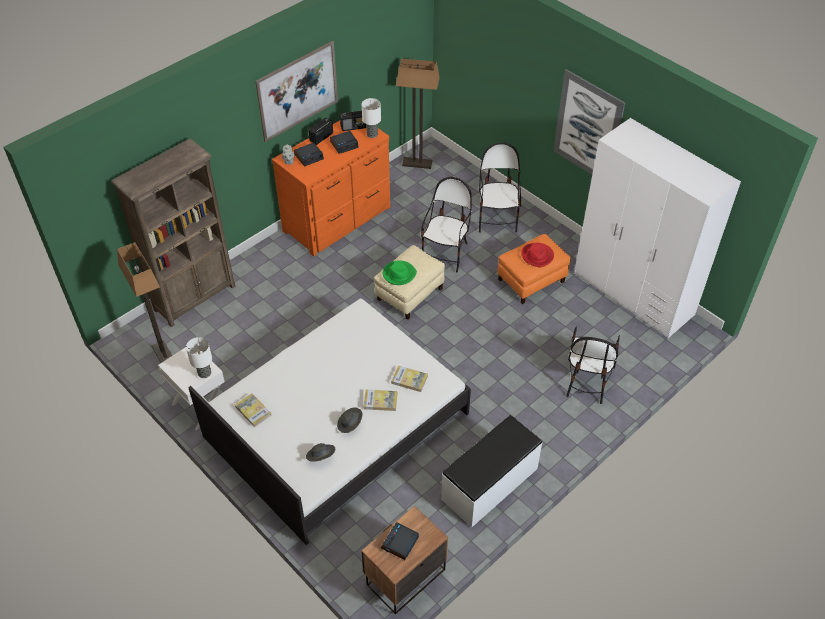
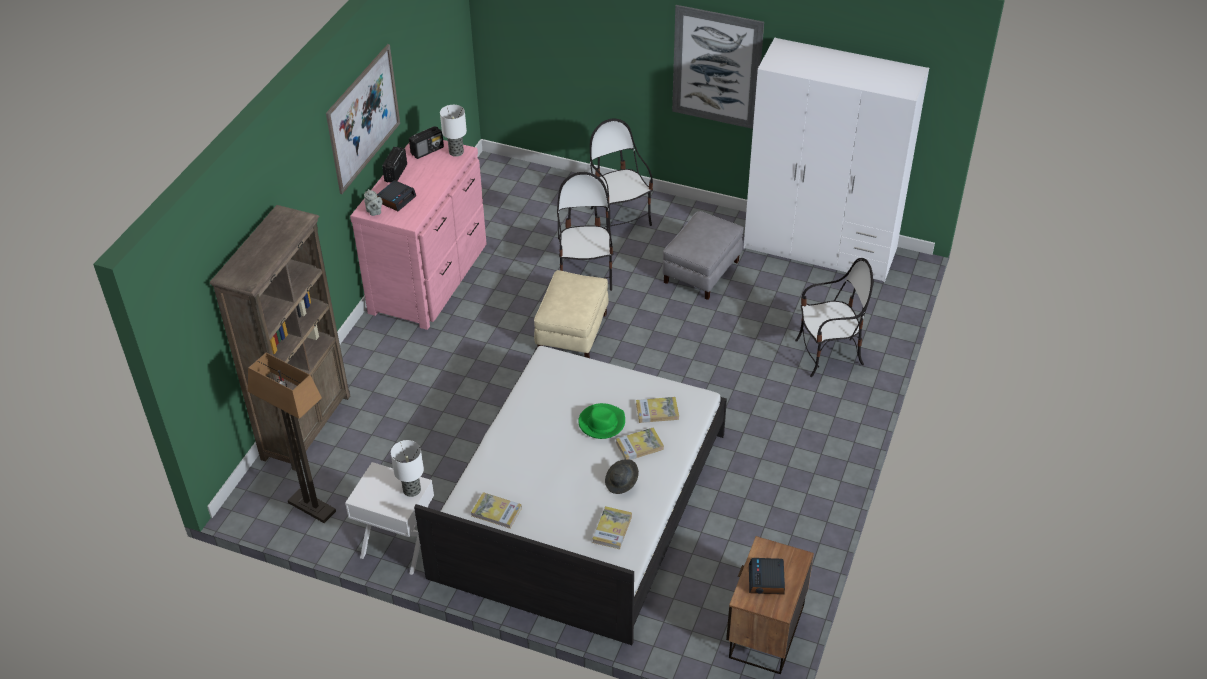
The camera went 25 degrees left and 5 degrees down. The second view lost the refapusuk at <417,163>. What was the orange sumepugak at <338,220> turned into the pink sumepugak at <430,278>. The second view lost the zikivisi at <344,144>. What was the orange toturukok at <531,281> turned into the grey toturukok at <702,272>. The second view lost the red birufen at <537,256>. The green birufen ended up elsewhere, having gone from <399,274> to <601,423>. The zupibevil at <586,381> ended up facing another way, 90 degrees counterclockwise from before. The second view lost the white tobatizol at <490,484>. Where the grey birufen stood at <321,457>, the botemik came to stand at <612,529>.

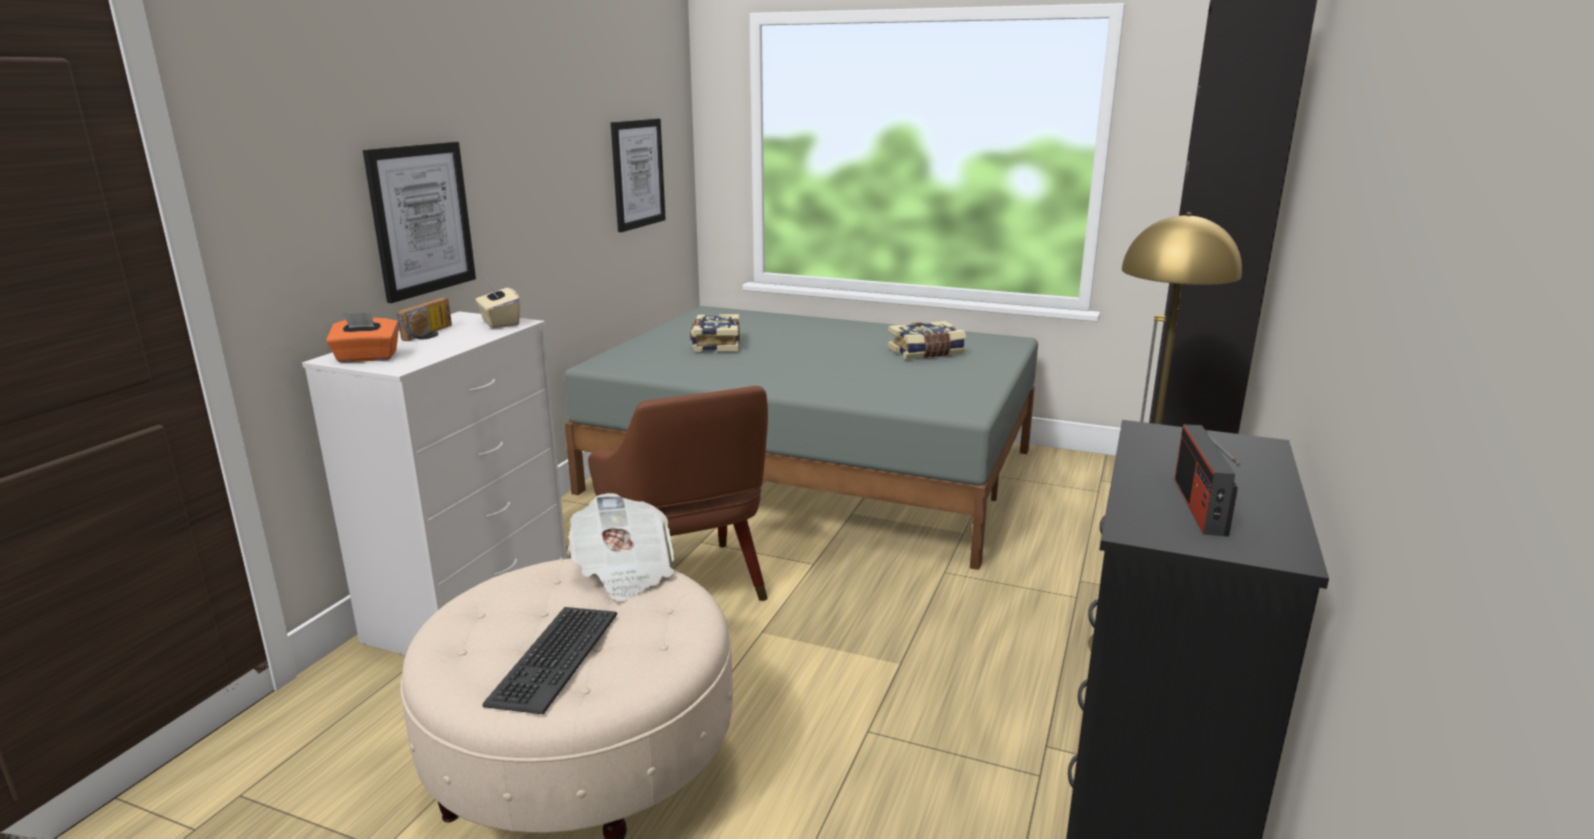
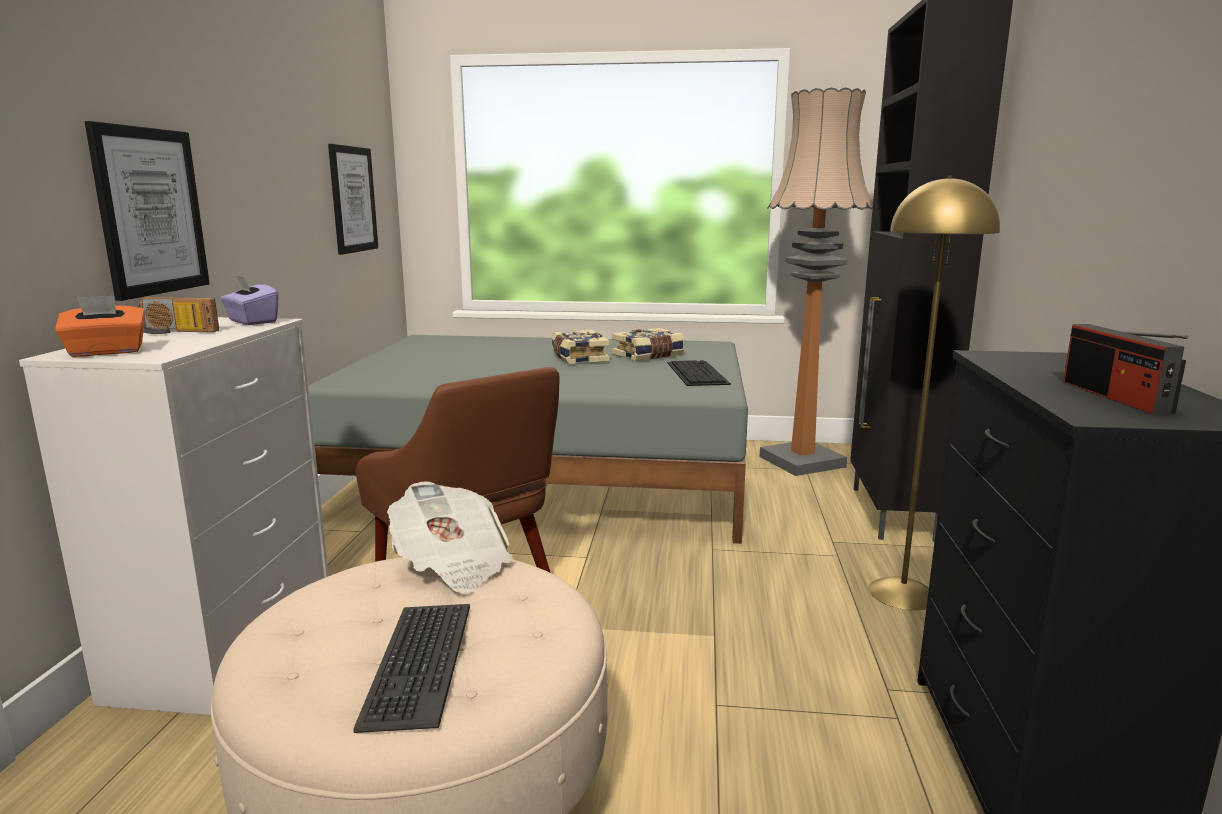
The camera went 15 degrees left and 5 degrees down. What was the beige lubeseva at <499,323> turned into the purple lubeseva at <251,321>. The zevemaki at <431,334> ended up facing another way, 90 degrees clockwise from before. The botemik ended up elsewhere, having gone from <715,344> to <578,358>. The second view gained the refapusuk at <802,462>. The second view gained the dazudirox at <696,373>.

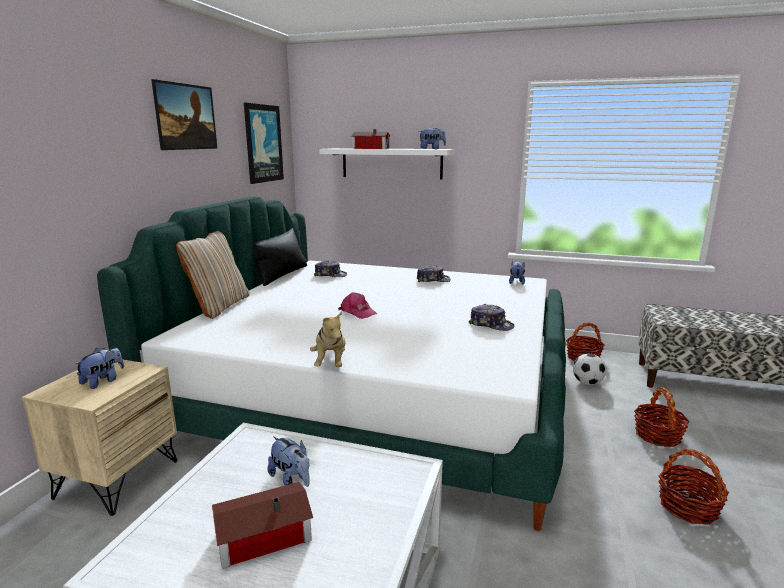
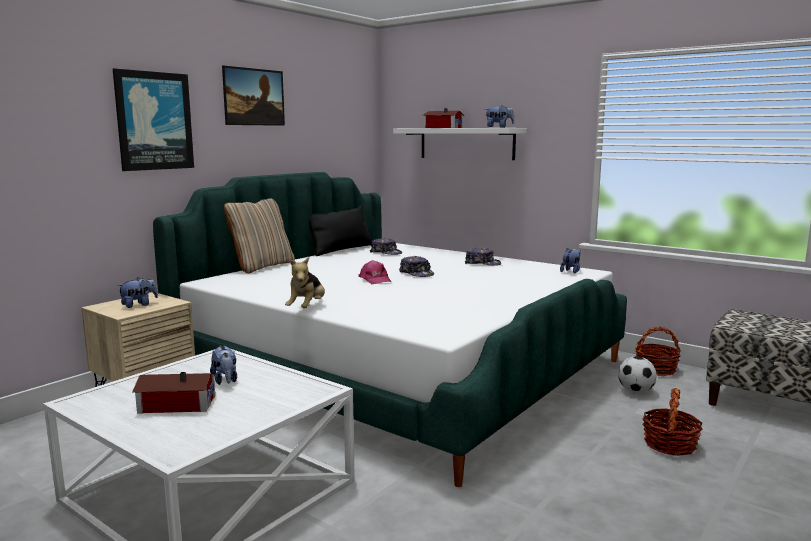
The camera went 20 degrees right and 5 degrees down. The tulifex ended up elsewhere, having gone from <263,143> to <154,121>. The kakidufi ended up elsewhere, having gone from <491,325> to <416,274>. The second view lost the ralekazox at <688,507>.

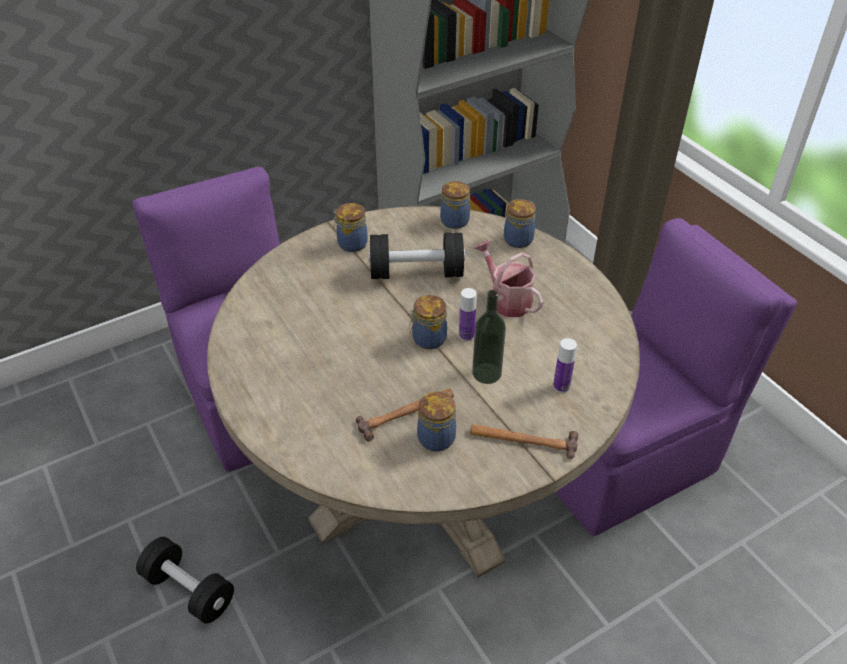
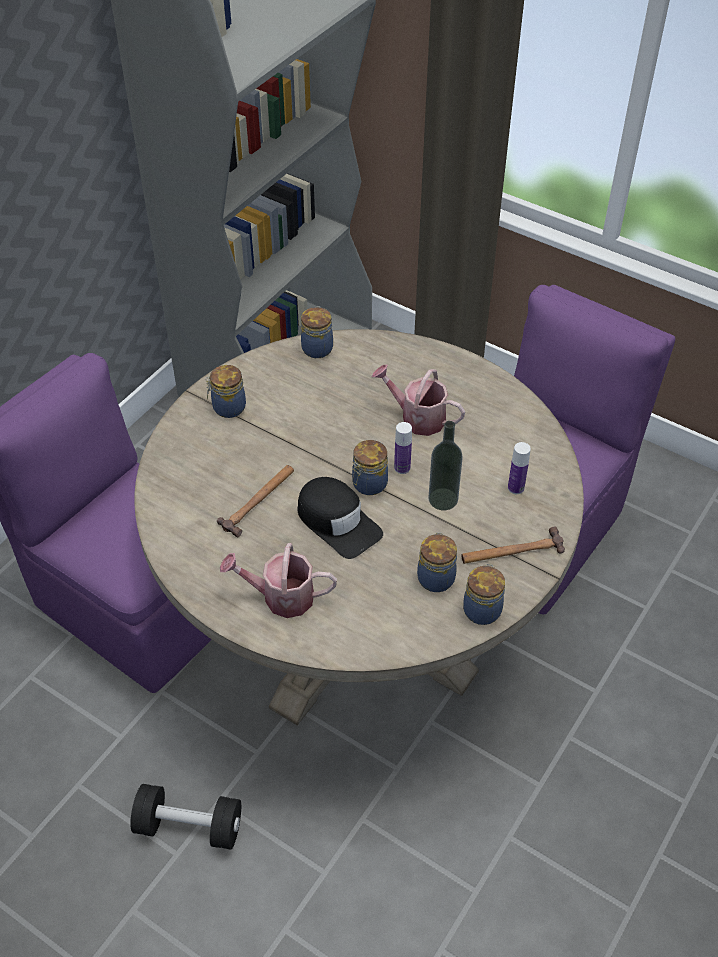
The camera went 25 degrees left and 5 degrees up. The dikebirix ended up elsewhere, having gone from <519,239> to <482,609>. The second view lost the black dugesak at <416,272>. The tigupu ended up elsewhere, having gone from <406,414> to <259,501>. The second view gained the black kakidufi at <337,522>. The second view gained the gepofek at <281,597>.

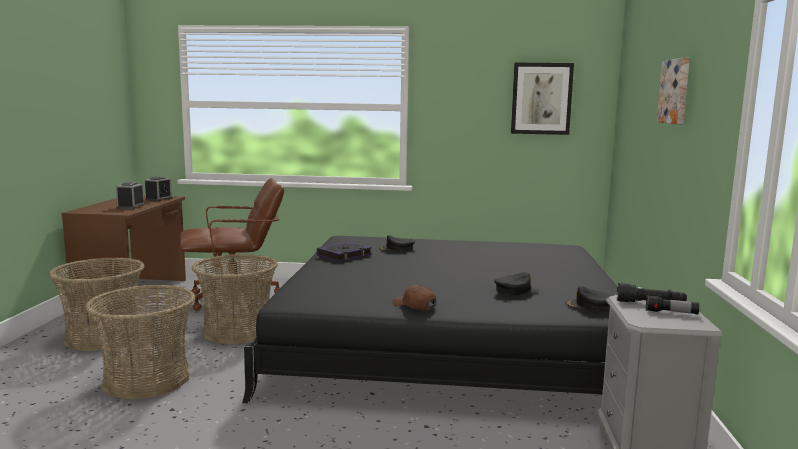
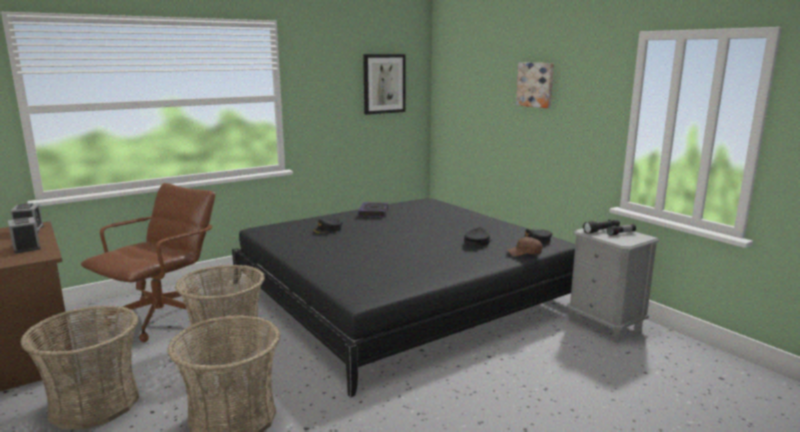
The camera went 40 degrees left and 5 degrees up. The botemik ended up elsewhere, having gone from <344,255> to <374,212>. The brown kakidufi ended up elsewhere, having gone from <414,306> to <525,252>.

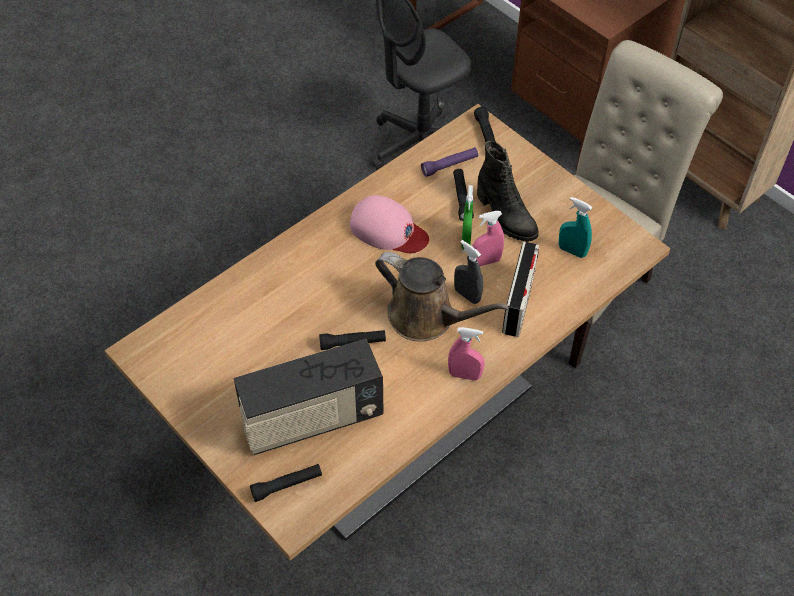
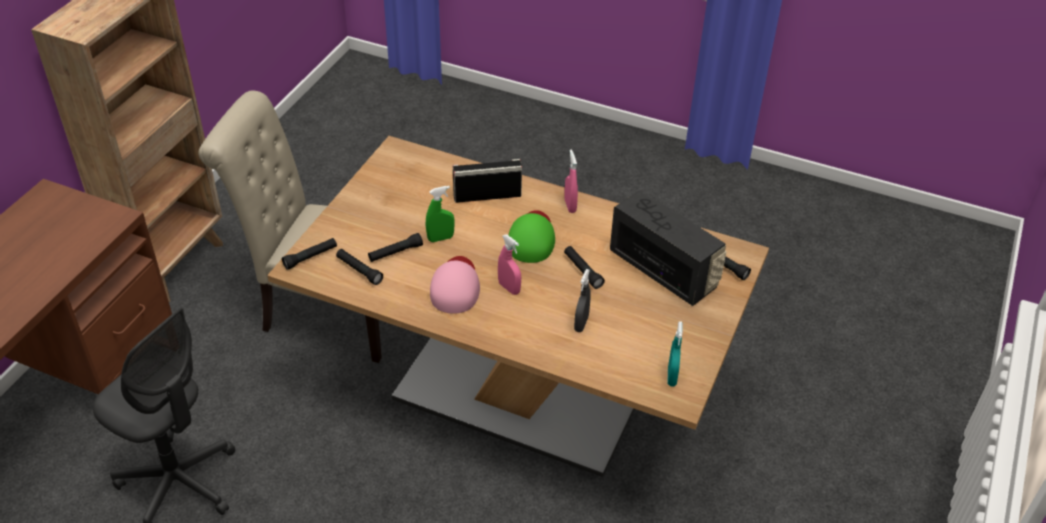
The camera went 115 degrees left and 10 degrees down. The second view lost the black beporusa at <505,217>. What was the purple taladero at <449,166> turned into the black taladero at <359,270>. The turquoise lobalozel ended up elsewhere, having gone from <572,251> to <672,377>. The pink lobalozel ended up elsewhere, having gone from <486,261> to <509,288>. The grey lobalozel ended up elsewhere, having gone from <467,295> to <581,324>. Where the brown gepofek stood at <427,317>, the green kakidufi came to stand at <532,238>.

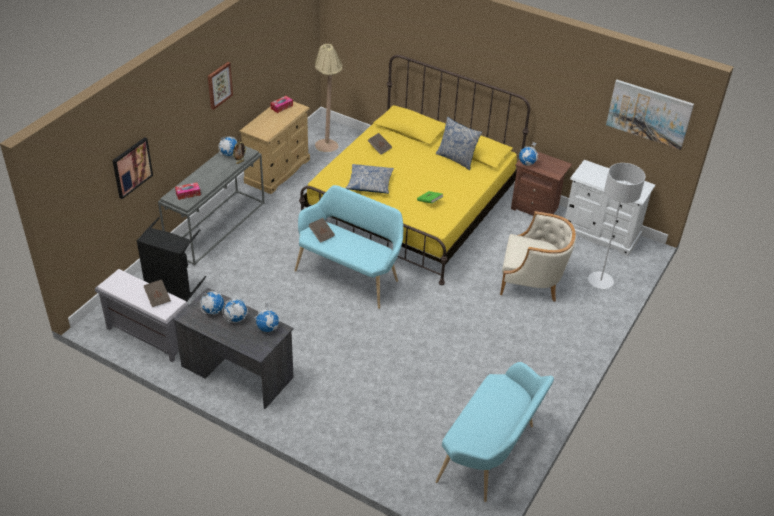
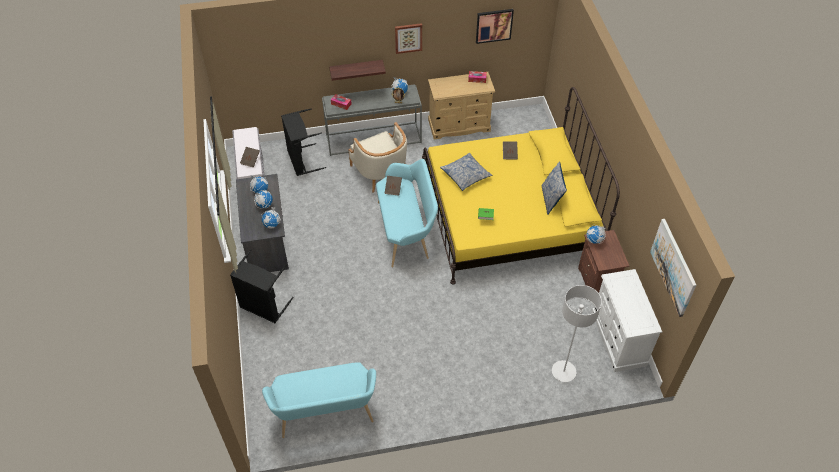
The camera went 50 degrees right and 10 degrees up. The second view lost the beige refapusuk at <329,143>. The tulifex ended up elsewhere, having gone from <132,167> to <494,25>. The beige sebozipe ended up elsewhere, having gone from <532,281> to <380,172>. The second view gained the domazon at <356,69>. The second view gained the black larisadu at <263,307>.

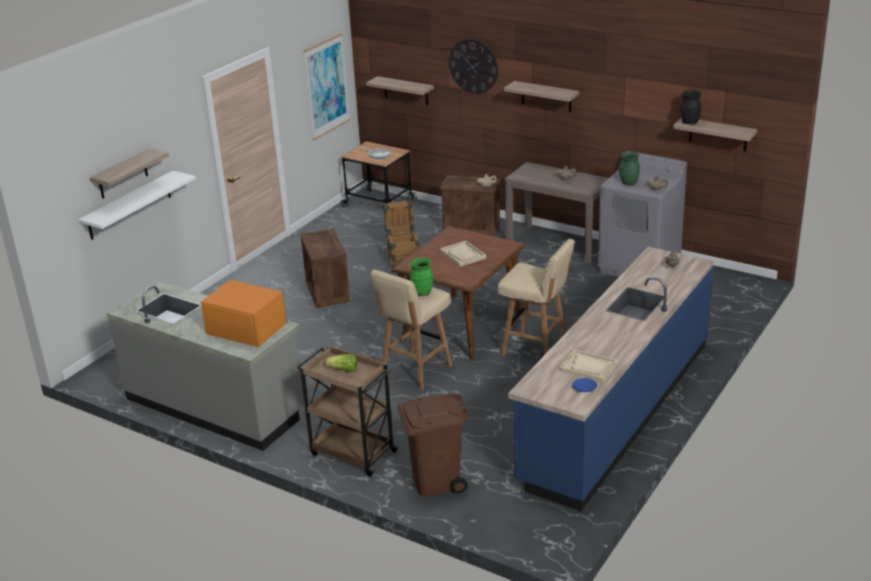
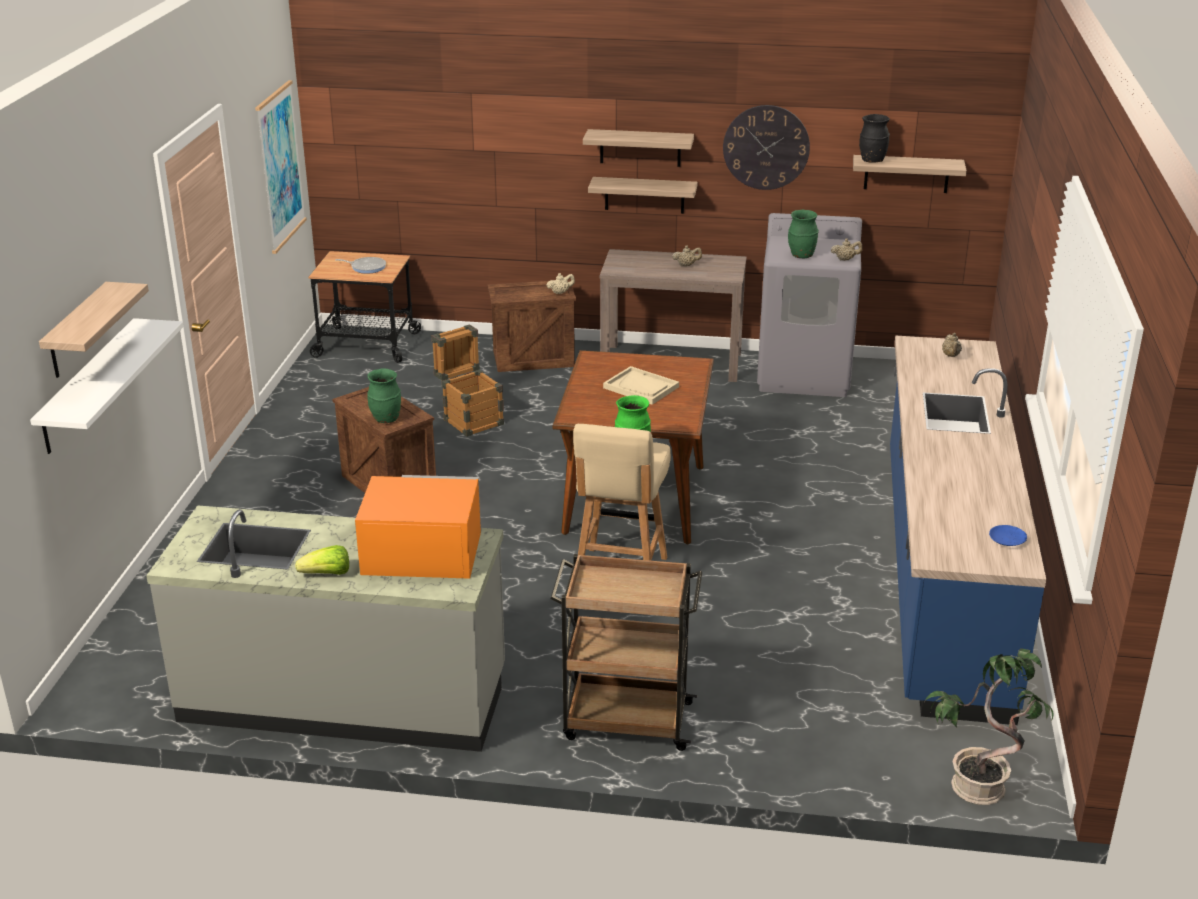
The camera went 25 degrees left and 0 degrees up. The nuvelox ended up elsewhere, having gone from <473,66> to <766,147>. The domazon ended up elsewhere, having gone from <406,90> to <644,195>. The second view lost the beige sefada at <536,349>. The second view lost the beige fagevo at <588,367>. The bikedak ended up elsewhere, having gone from <343,370> to <327,574>. The second view lost the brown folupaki at <435,481>. The second view gained the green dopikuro at <386,419>. The second view gained the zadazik at <979,785>.

